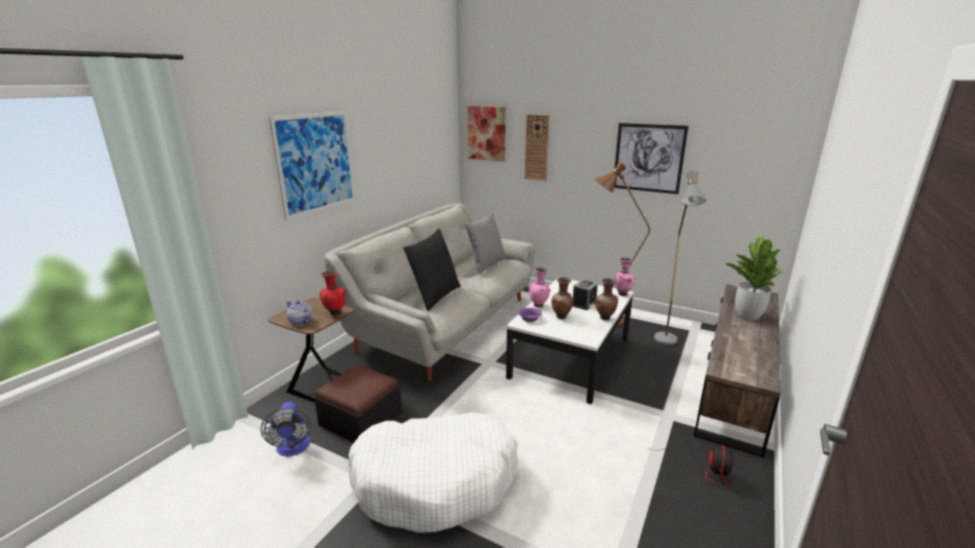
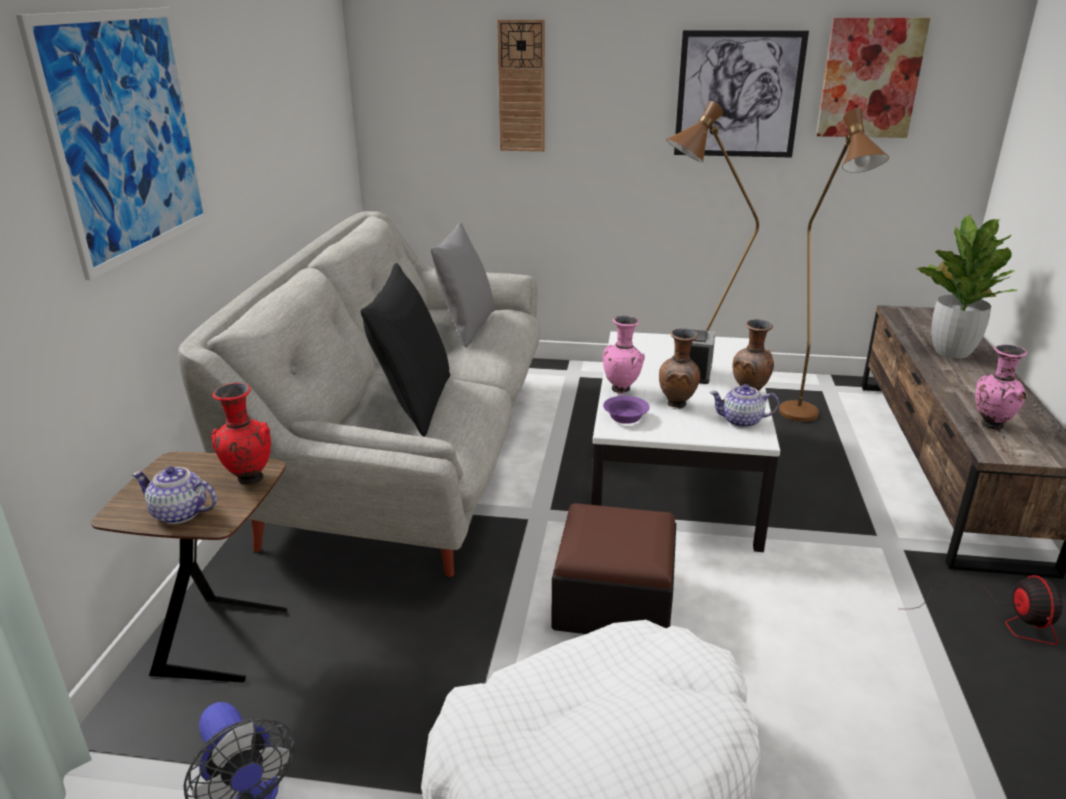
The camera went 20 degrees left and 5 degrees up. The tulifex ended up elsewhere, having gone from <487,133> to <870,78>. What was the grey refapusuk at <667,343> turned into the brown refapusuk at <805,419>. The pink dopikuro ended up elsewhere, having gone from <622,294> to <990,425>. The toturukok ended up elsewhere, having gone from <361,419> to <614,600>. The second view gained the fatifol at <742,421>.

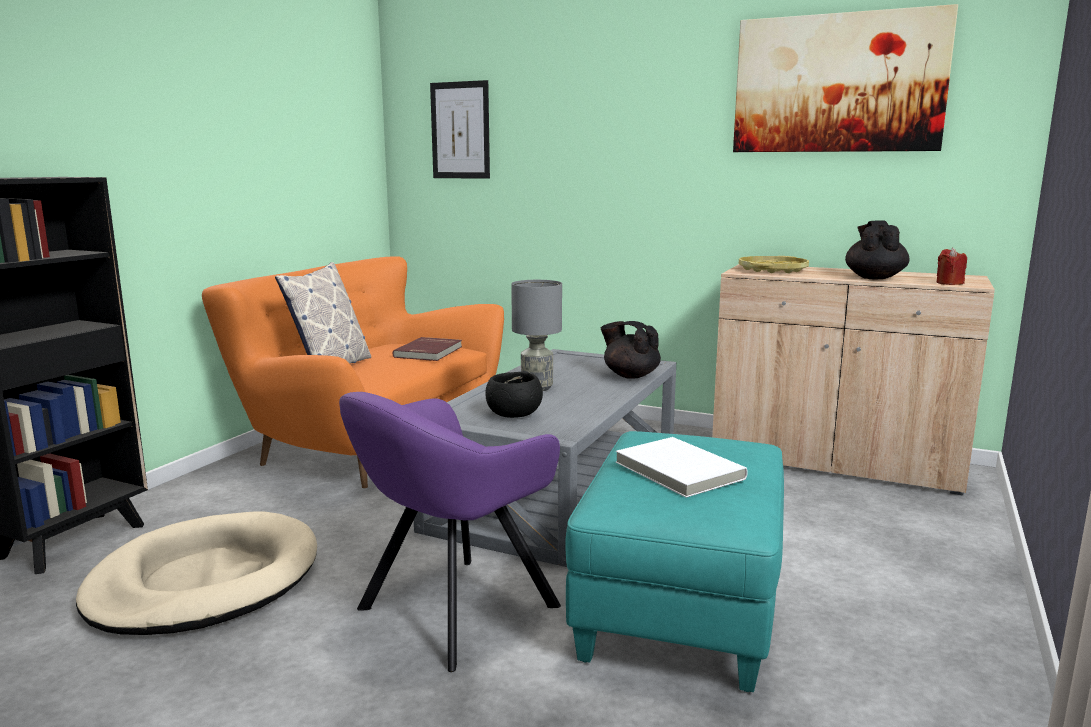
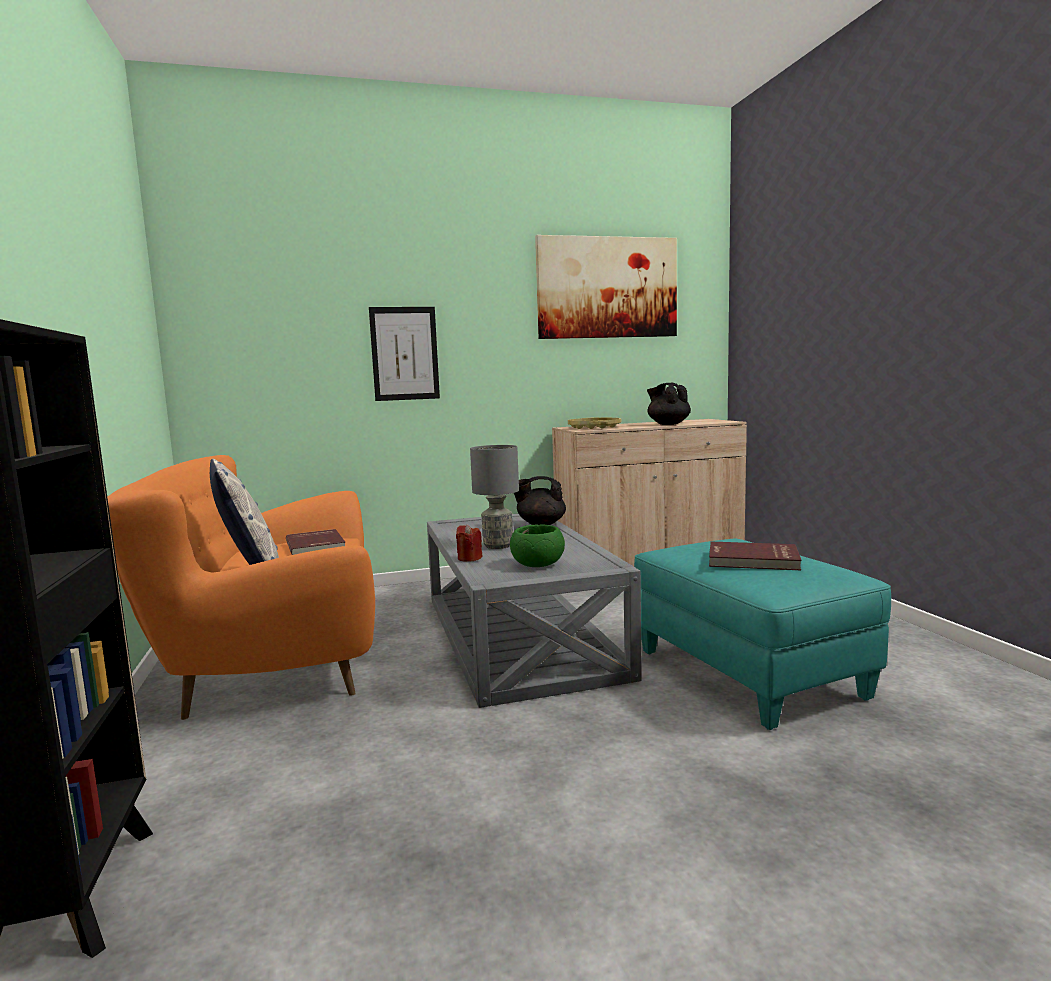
The camera went 40 degrees left and 5 degrees down. The tulifex ended up elsewhere, having gone from <460,130> to <404,353>. The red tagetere ended up elsewhere, having gone from <949,283> to <469,558>. What was the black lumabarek at <514,414> turned into the green lumabarek at <538,564>. The second view lost the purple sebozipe at <450,611>. What was the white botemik at <677,471> turned into the red botemik at <753,560>. The second view lost the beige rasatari at <205,581>.

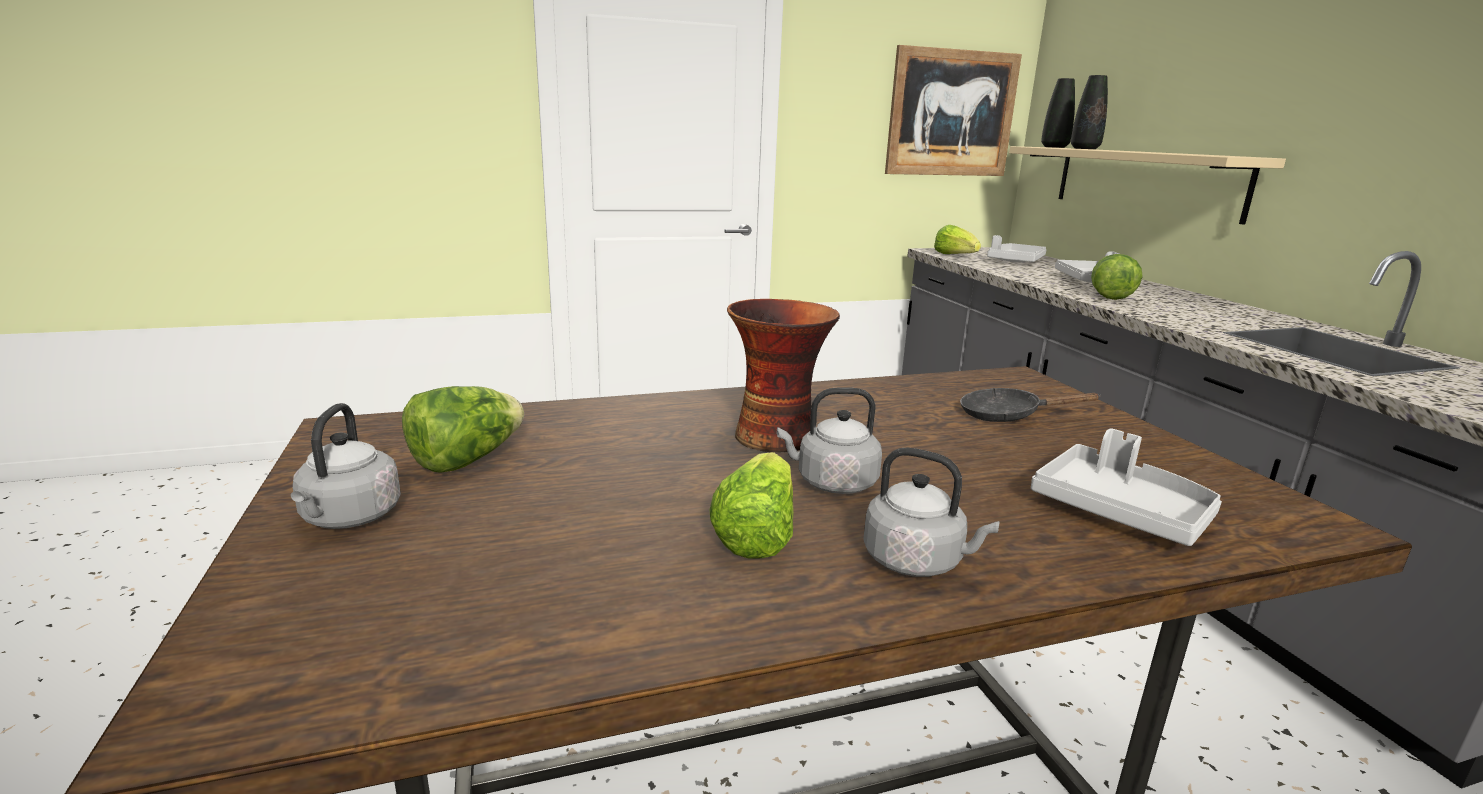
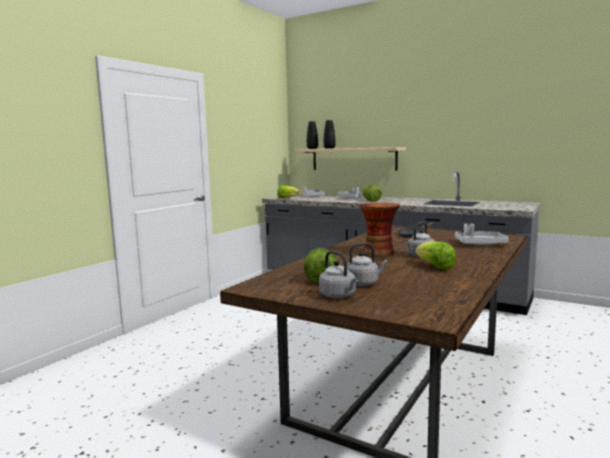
The camera went 40 degrees left and 10 degrees down. The second view lost the tulifex at <951,114>. The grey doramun ended up elsewhere, having gone from <917,561> to <363,283>.

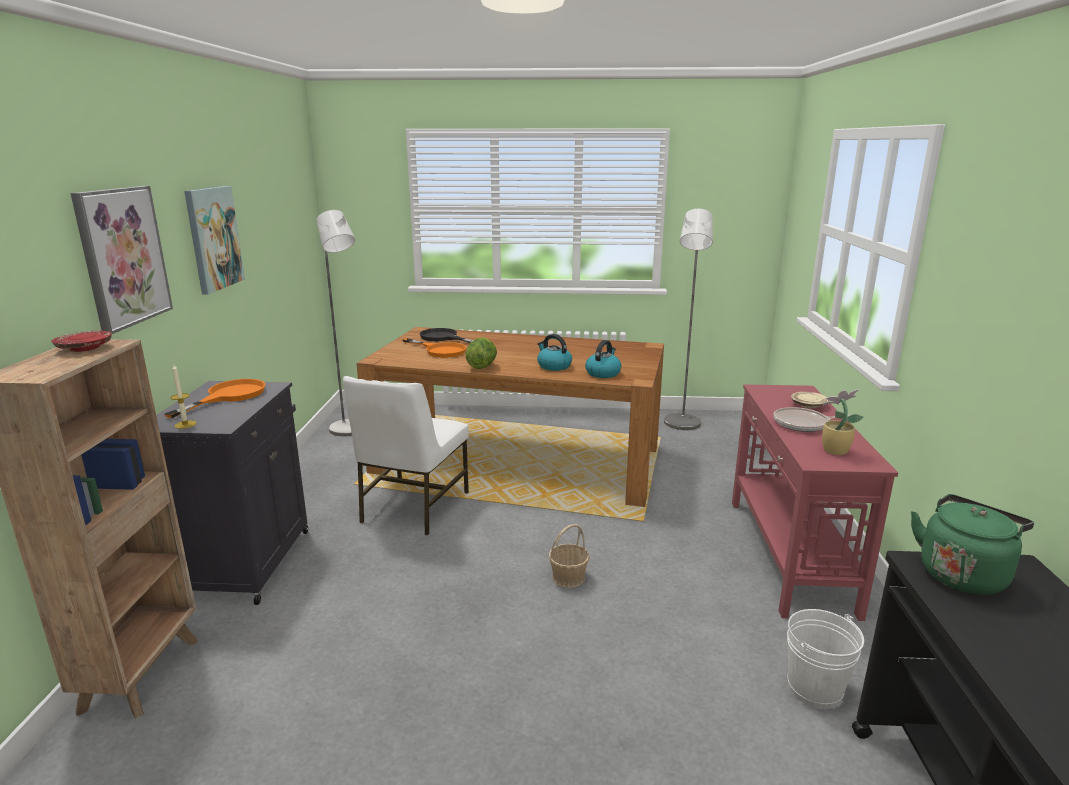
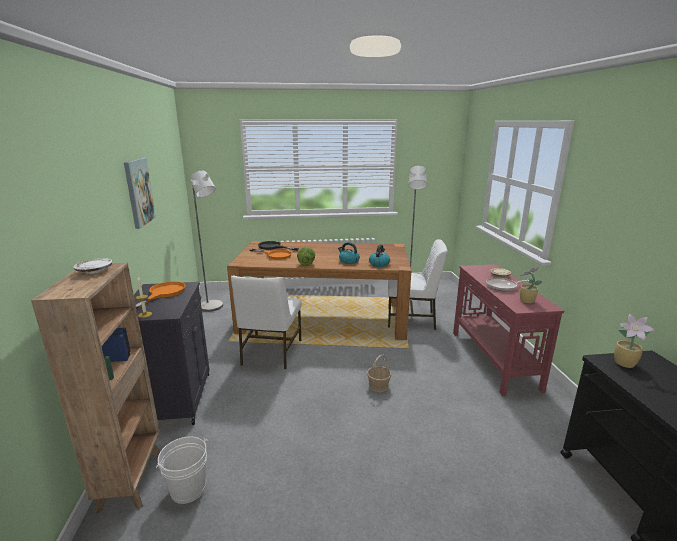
The camera went 10 degrees left and 0 degrees up. The second view lost the tulifex at <122,257>. What was the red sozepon at <84,348> turned into the white sozepon at <94,271>. Where the green doramun stood at <963,573>, the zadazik came to stand at <625,364>. The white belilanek ended up elsewhere, having gone from <814,689> to <188,489>. The second view gained the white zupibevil at <412,319>.

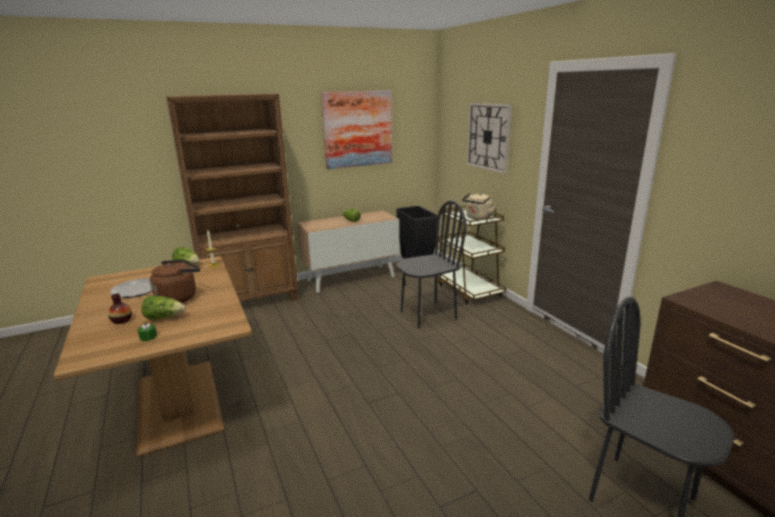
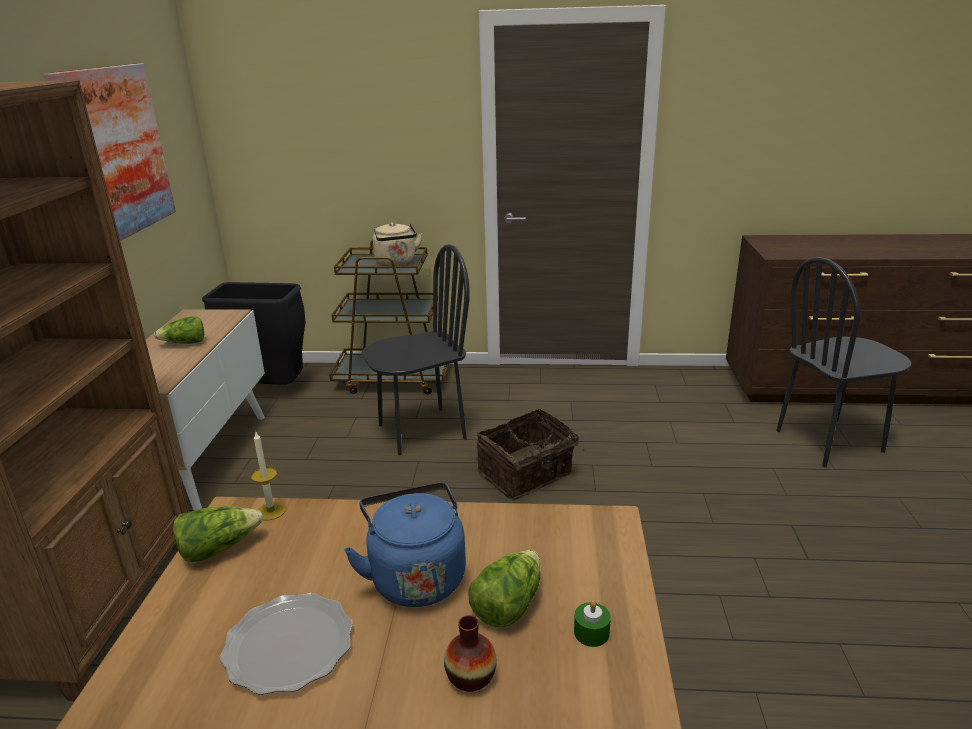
The camera went 60 degrees left and 5 degrees up. The second view lost the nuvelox at <488,137>. The black zupibevil at <428,315> ended up facing another way, 60 degrees clockwise from before. What was the brown doramun at <179,298> turned into the blue doramun at <416,576>. The second view gained the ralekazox at <527,474>.

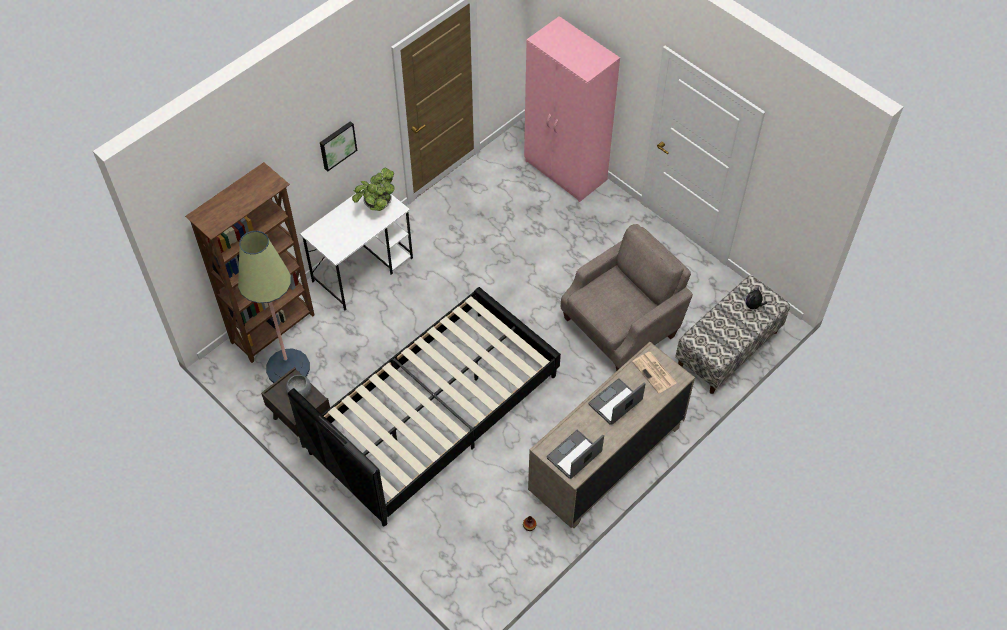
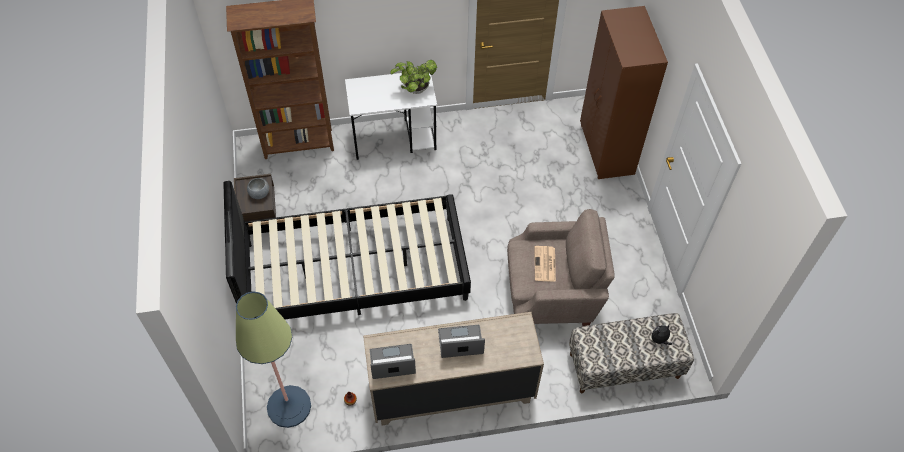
The camera went 35 degrees right and 0 degrees up. What was the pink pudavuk at <565,171> turned into the brown pudavuk at <606,150>. The second view lost the tulifex at <337,145>. The refapusuk ended up elsewhere, having gone from <288,368> to <289,406>. The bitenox ended up elsewhere, having gone from <655,373> to <545,264>.

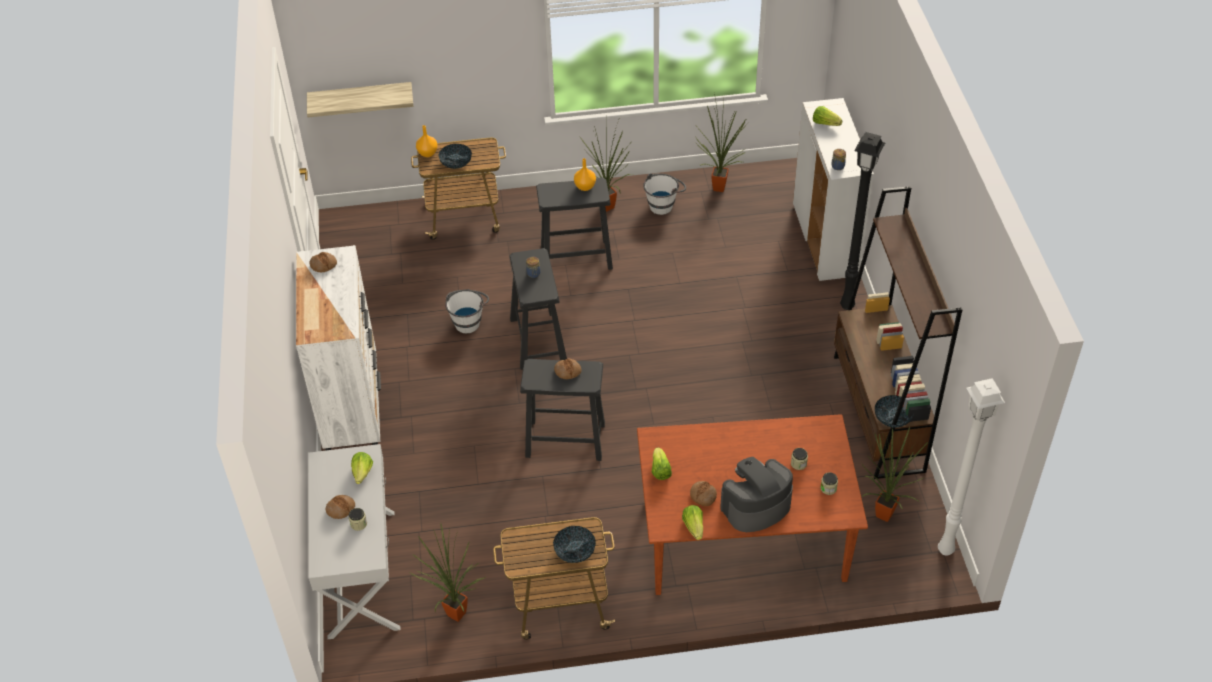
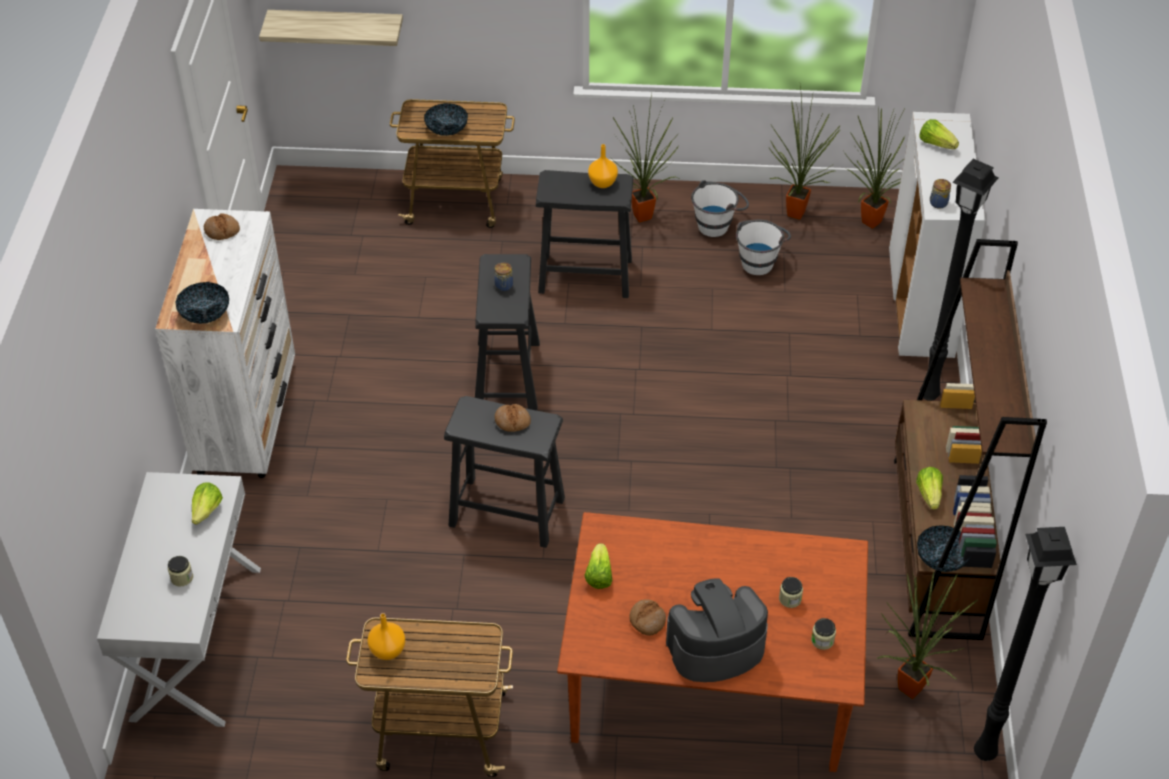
The camera went 10 degrees right and 0 degrees up. The orange dopikuro ended up elsewhere, having gone from <428,153> to <388,650>. The white belilanek ended up elsewhere, having gone from <468,320> to <759,260>. What was the white refapusuk at <946,548> turned into the black refapusuk at <986,751>. The second view lost the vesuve at <341,509>. The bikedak ended up elsewhere, having gone from <694,527> to <929,494>. The zadazik ended up elsewhere, having gone from <454,616> to <868,224>. The lumabarek ended up elsewhere, having gone from <575,551> to <205,313>.

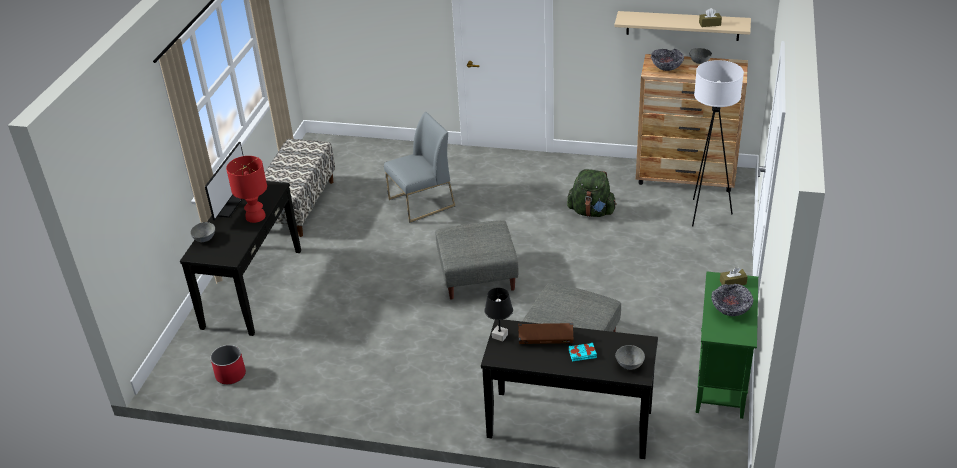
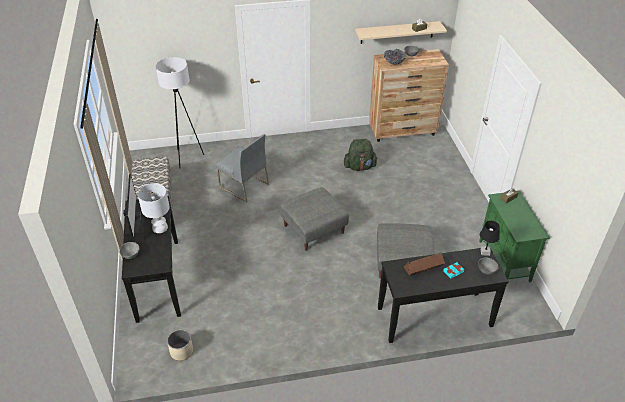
The camera went 25 degrees left and 5 degrees up. The white refapusuk ended up elsewhere, having gone from <705,213> to <187,158>. The grey zupibevil at <421,203> ended up facing another way, 90 degrees clockwise from before. What was the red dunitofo at <255,216> turned into the white dunitofo at <159,228>. The second view lost the lumabarek at <730,311>. The black dunitofo ended up elsewhere, having gone from <499,336> to <485,252>. What was the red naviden at <231,374> turned into the beige naviden at <182,351>.

